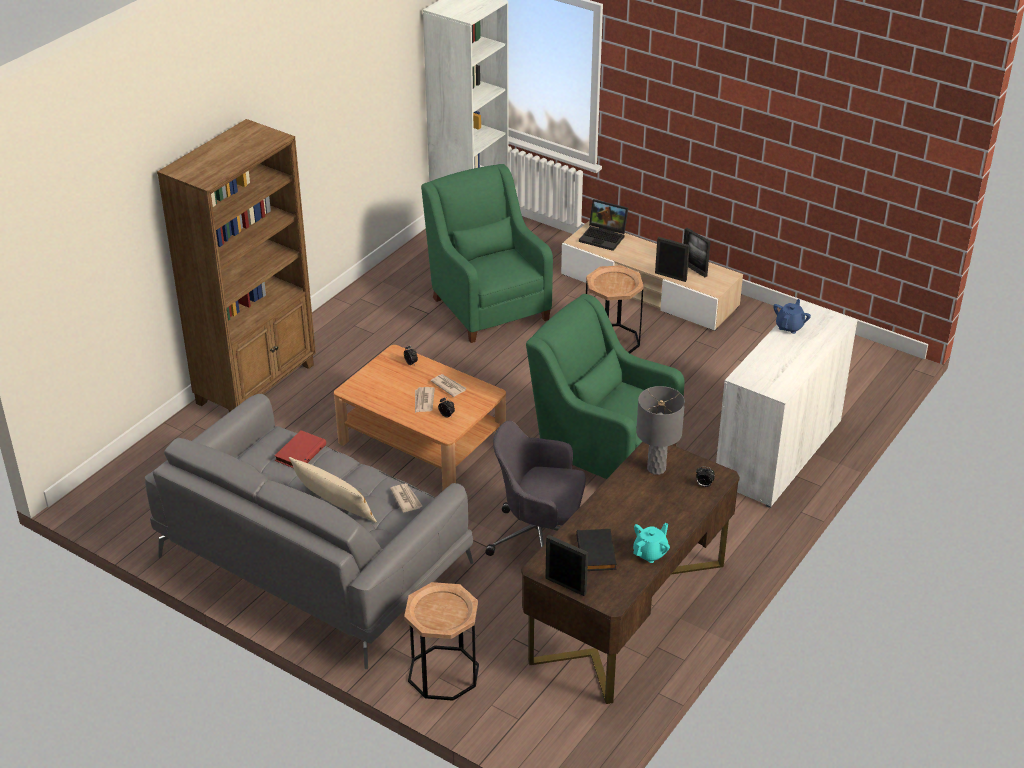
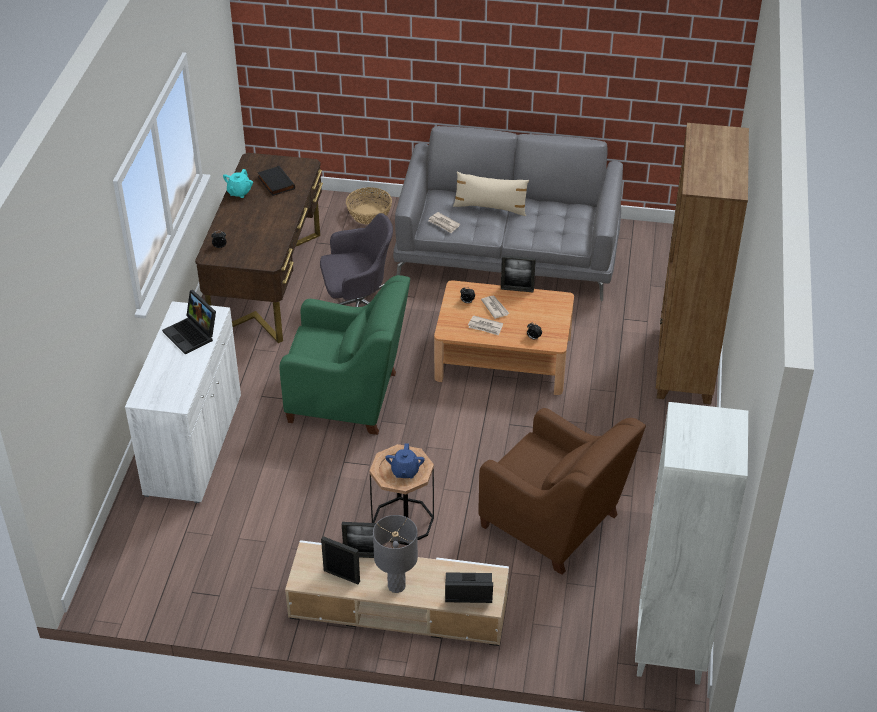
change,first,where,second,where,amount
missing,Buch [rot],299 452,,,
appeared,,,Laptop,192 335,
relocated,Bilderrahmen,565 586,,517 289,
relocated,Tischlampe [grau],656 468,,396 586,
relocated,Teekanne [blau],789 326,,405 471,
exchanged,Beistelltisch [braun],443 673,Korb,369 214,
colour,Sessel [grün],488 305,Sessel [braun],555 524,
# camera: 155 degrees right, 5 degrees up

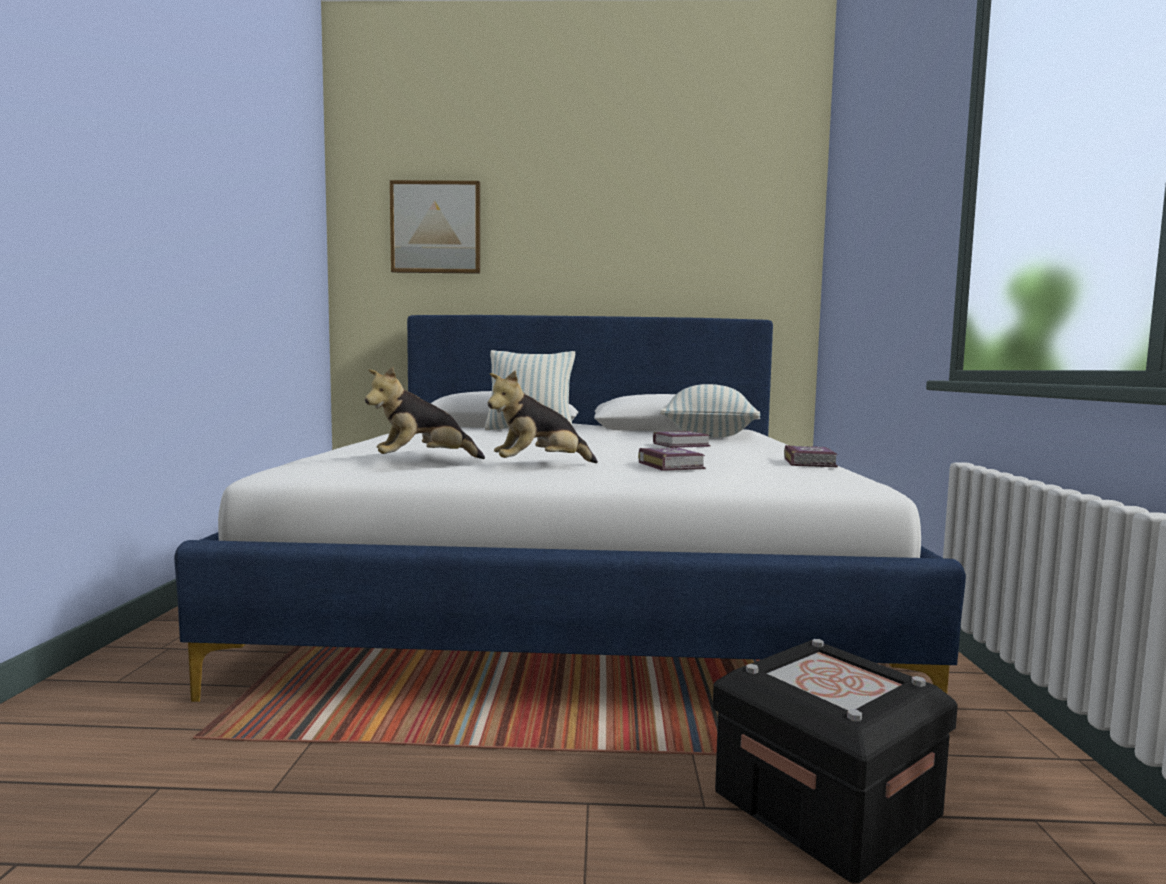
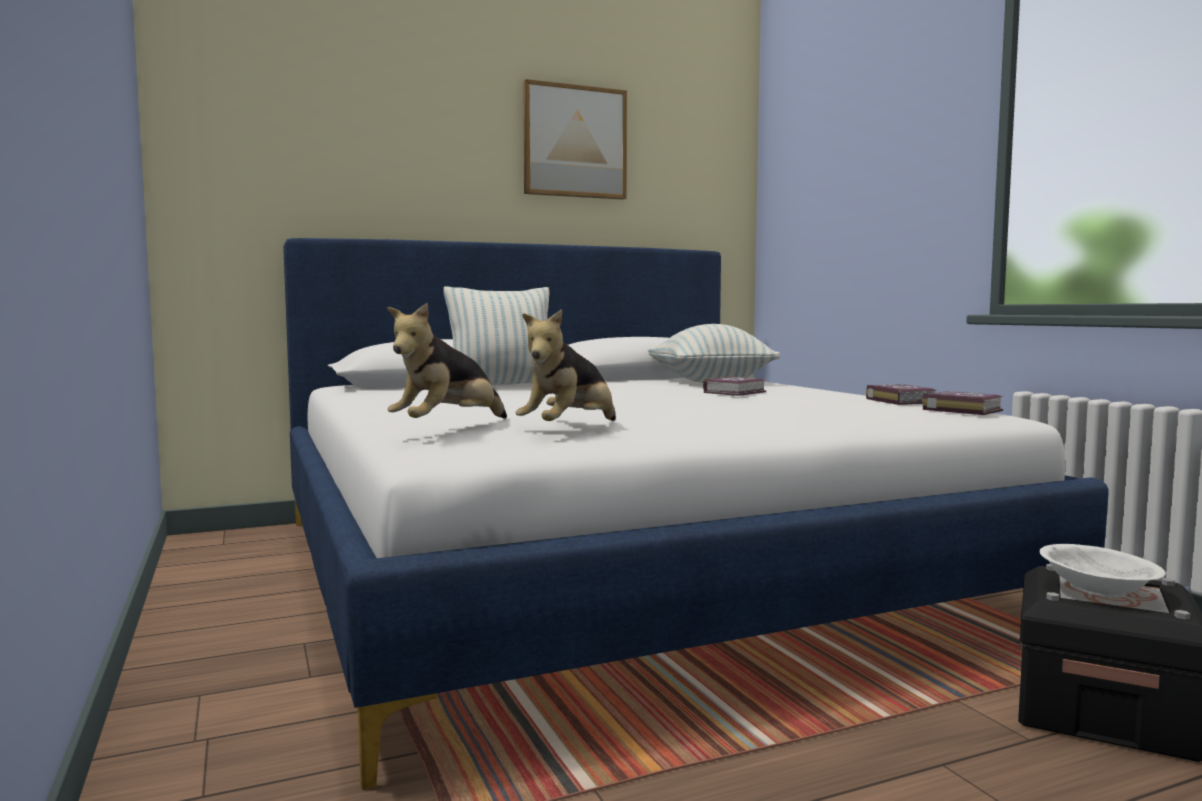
change,first,where,second,where,amount
appeared,,,Schüssel [weiß],1097 591,
relocated,Bild,436 228,,574 142,
relocated,Plüschtier,540 466,,448 427,
relocated,Buch,671 465,,961 410,
# camera: 25 degrees left, 0 degrees up

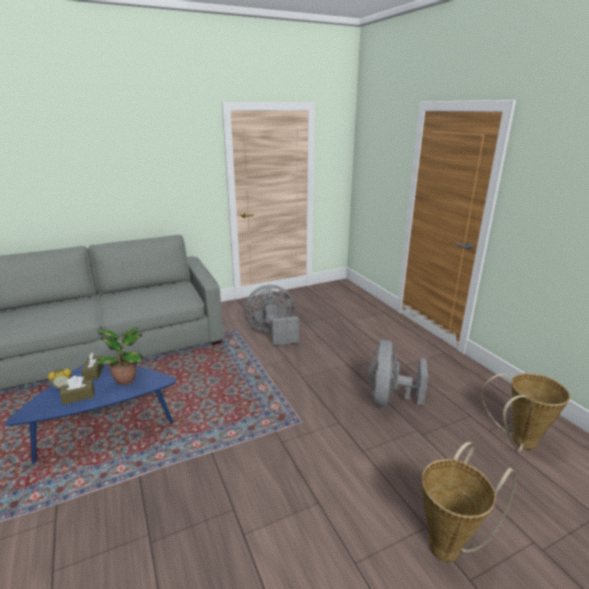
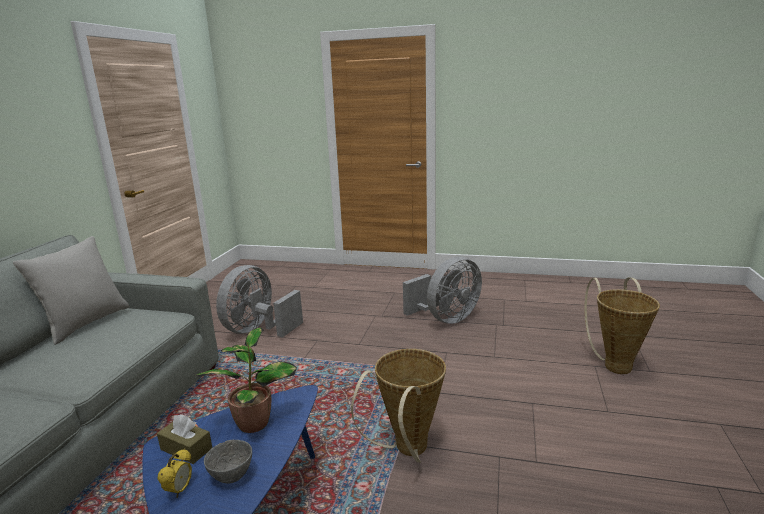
change,first,where,second,where,amount
appeared,,,Kissen [grau],86 323,
relocated,Korb,518 442,,407 451,
exchanged,Taschentuchbox [braun],79 396,Schüssel [grau],232 477,
spun,Ventilator [grau],388 399,,446 319,90 degrees counterclockwise
# camera: 50 degrees left, 5 degrees down

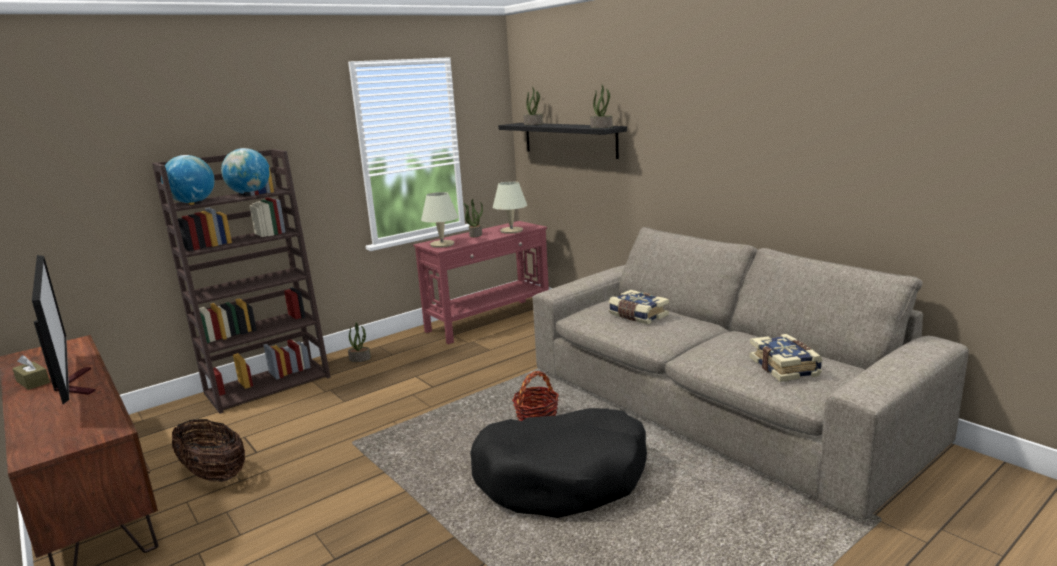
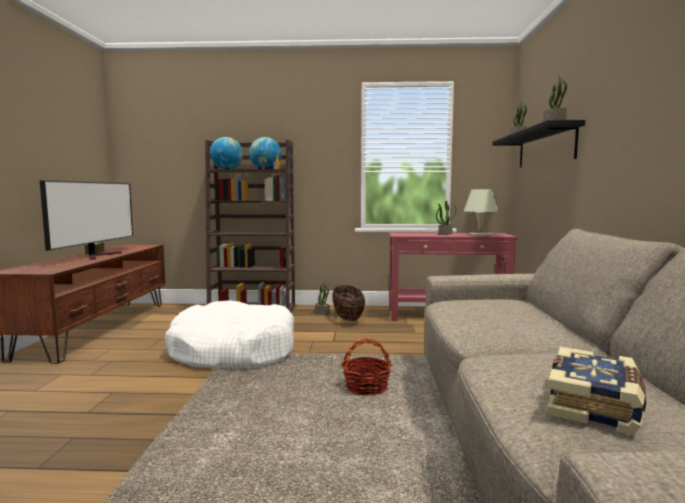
change,first,where,second,where,amount
missing,Tischlampe [beige],442 244,,,
missing,Hundebett [schwarz],562 477,,,
missing,Buch,637 316,,,
appeared,,,Hundebett [weiß],233 352,
relocated,Korb,214 474,,348 319,
# camera: 40 degrees right, 10 degrees down

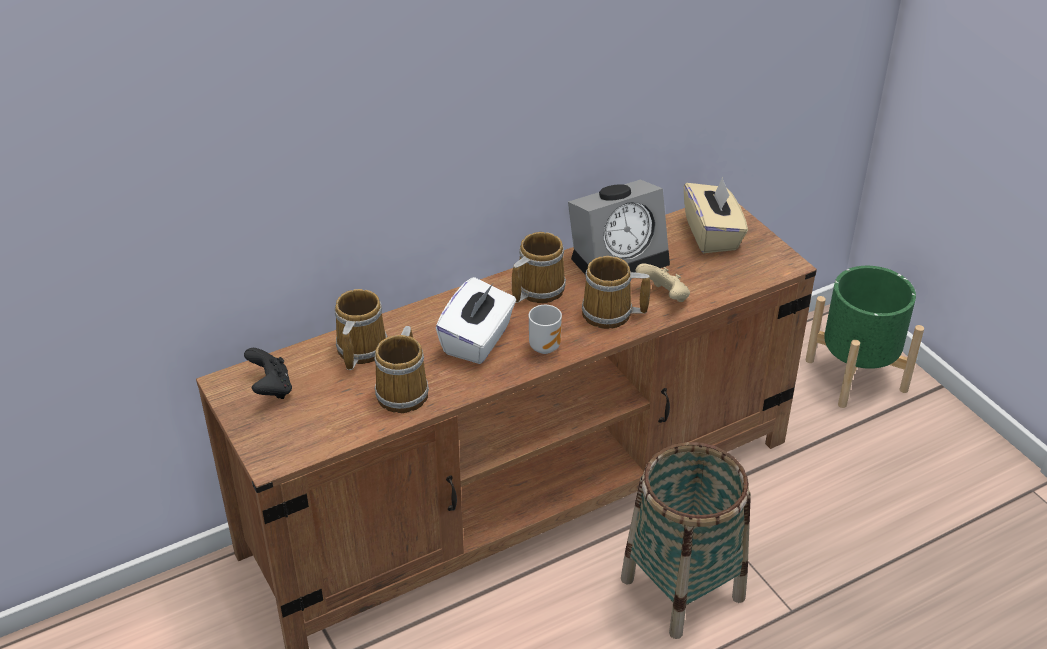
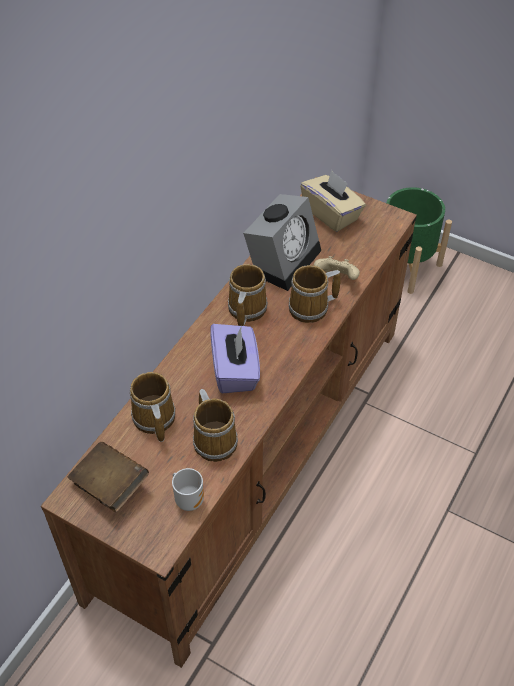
change,first,where,second,where,amount
missing,Korb,682 588,,,
relocated,Henkelbecher,545 346,,189 499,
exchanged,Gamepad [schwarz],271 389,Buch [braun],110 486,
colour,Taschentuchbox [weiß],478 340,Taschentuchbox [lila],235 371,
# camera: 30 degrees left, 10 degrees up

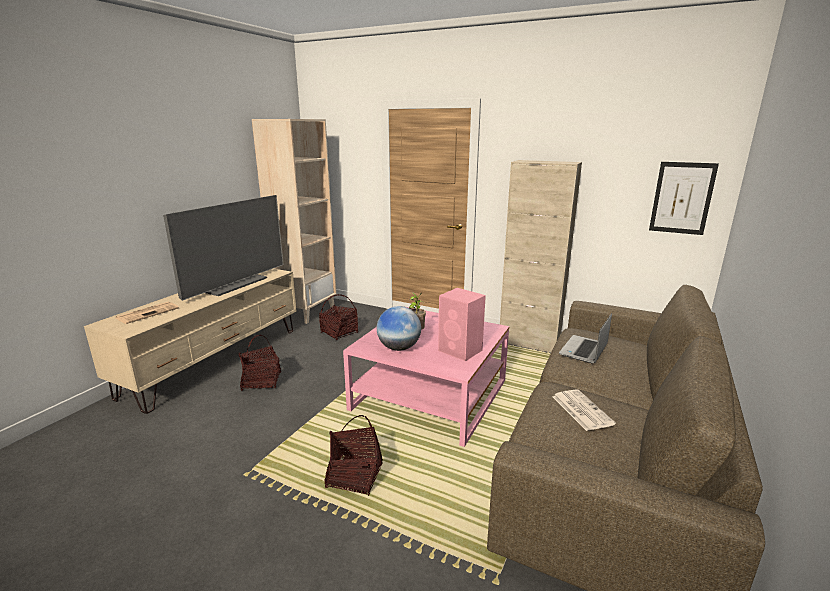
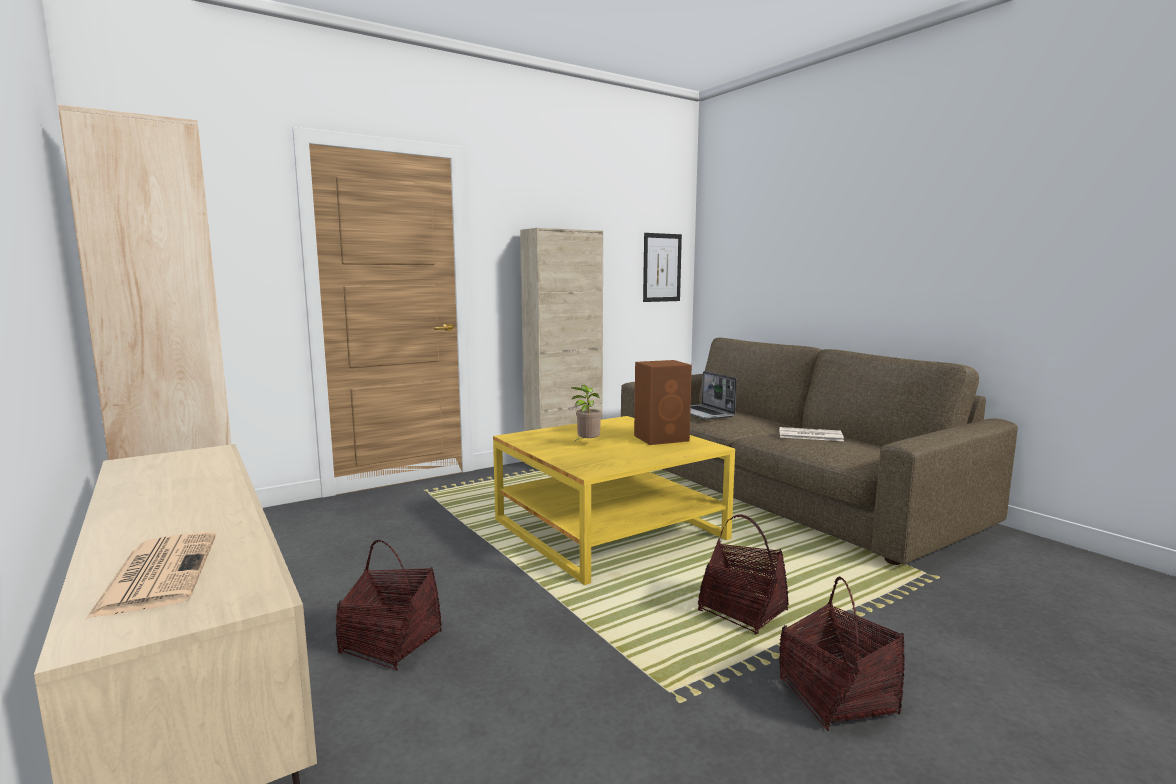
change,first,where,second,where,amount
missing,Fernseher,234 284,,,
missing,Globus,399 348,,,
relocated,Korb,339 332,,837 696,
colour,Couchtisch [rosa],430 395,Couchtisch [gelb],609 529,
colour,Lautsprecher [rosa],461 351,Lautsprecher [braun],662 438,
# camera: 60 degrees left, 10 degrees down

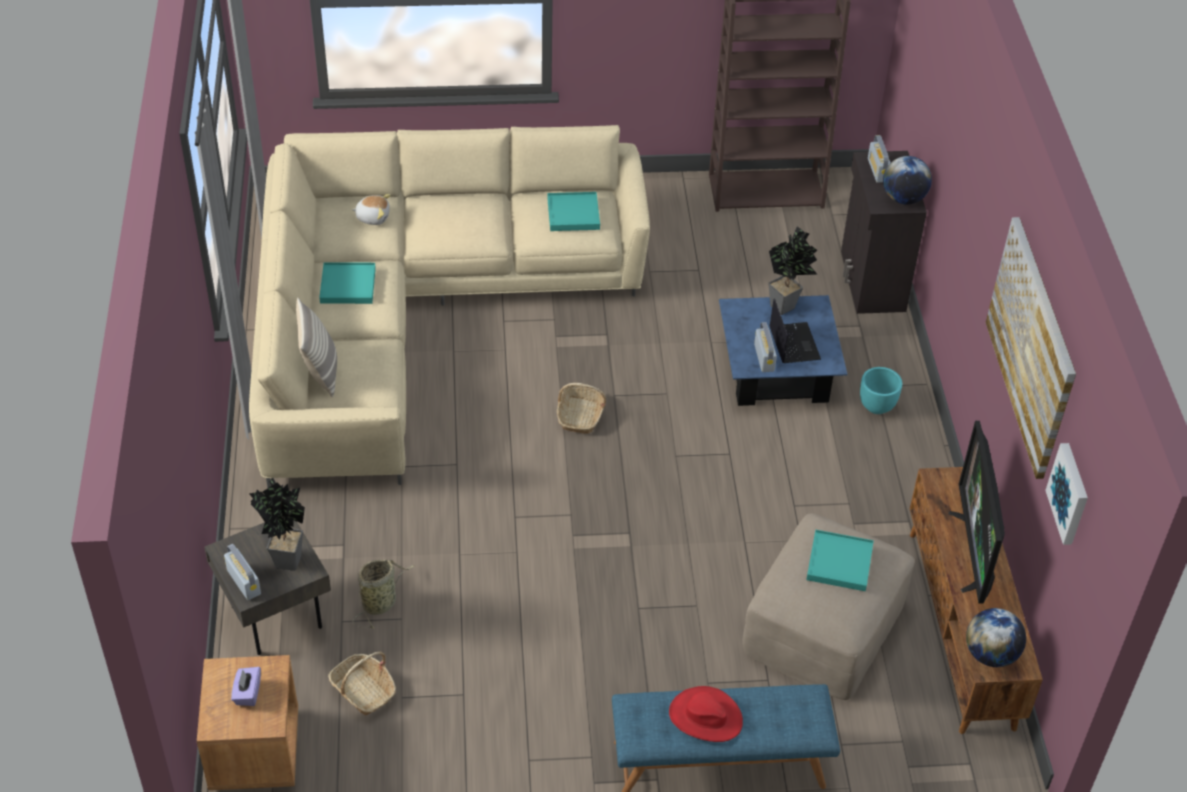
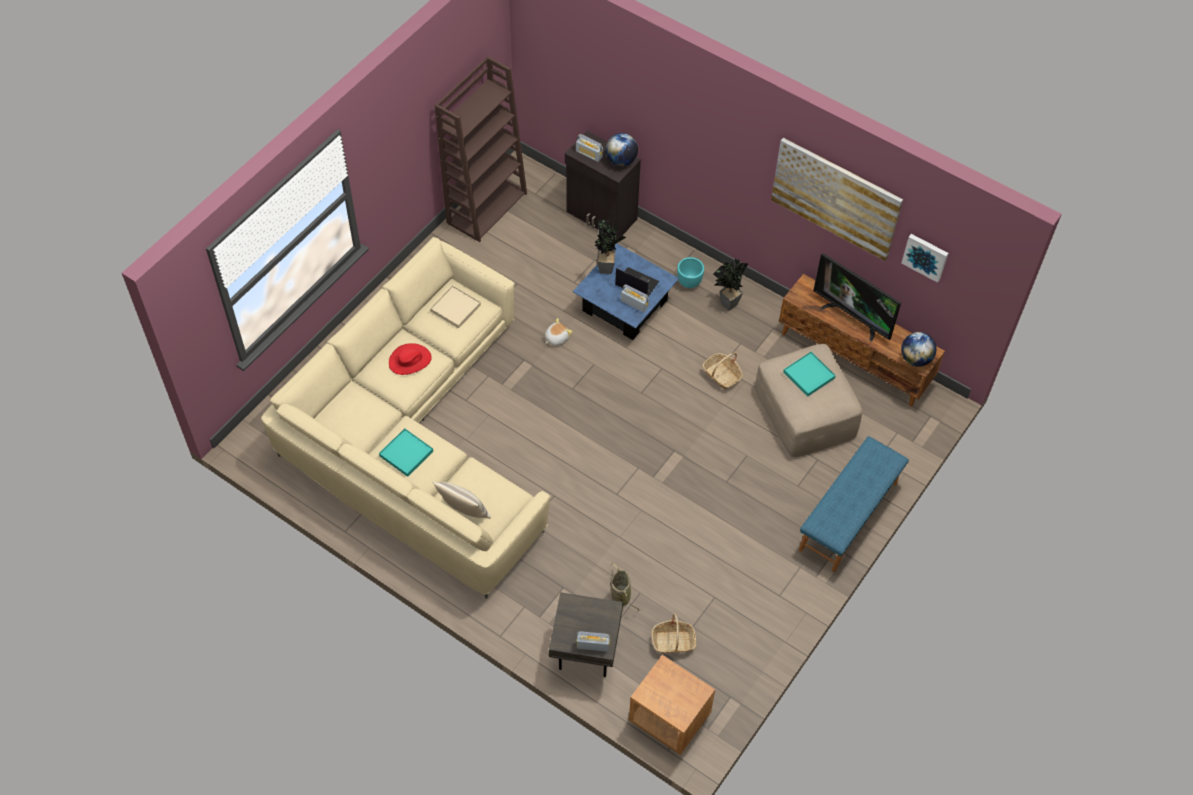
change,first,where,second,where,amount
missing,Taschentuchbox [lila],247 693,,,
relocated,Topfpflanze,284 558,,726 304,
relocated,Plüschtier,373 217,,556 338,
relocated,Korb,580 416,,722 375,
relocated,Hut [rot],705 717,,410 361,
colour,Tablett [türkis],573 214,Tablett [beige],455 308,
# camera: 50 degrees left, 10 degrees up

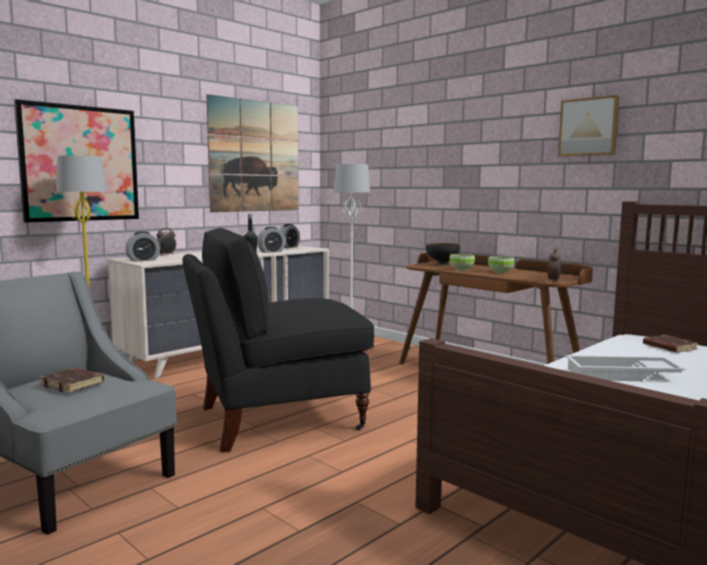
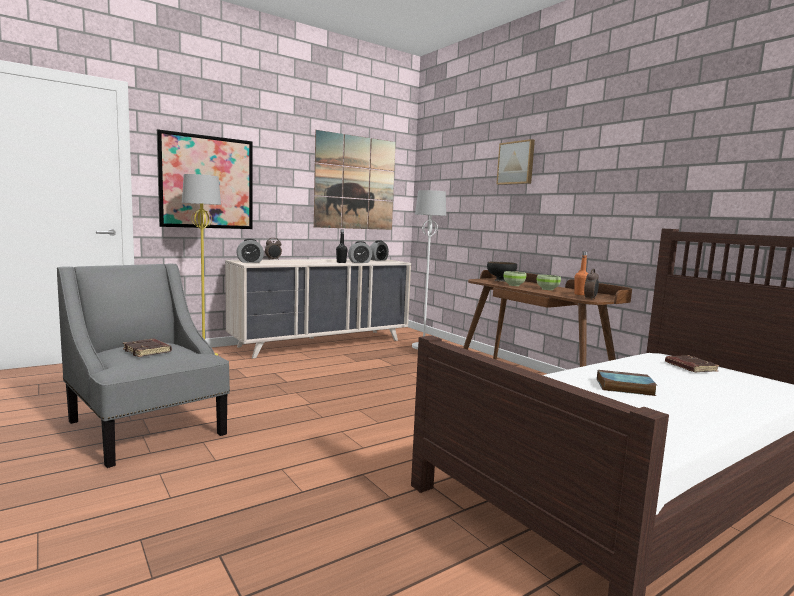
change,first,where,second,where,amount
missing,Stuhl [schwarz],277 418,,,
appeared,,,Flasche [orange],580 294,
relocated,Bild,589 127,,516 163,
exchanged,Tablett [weiß],621 375,Buch,623 387,
# camera: 10 degrees right, 0 degrees up

